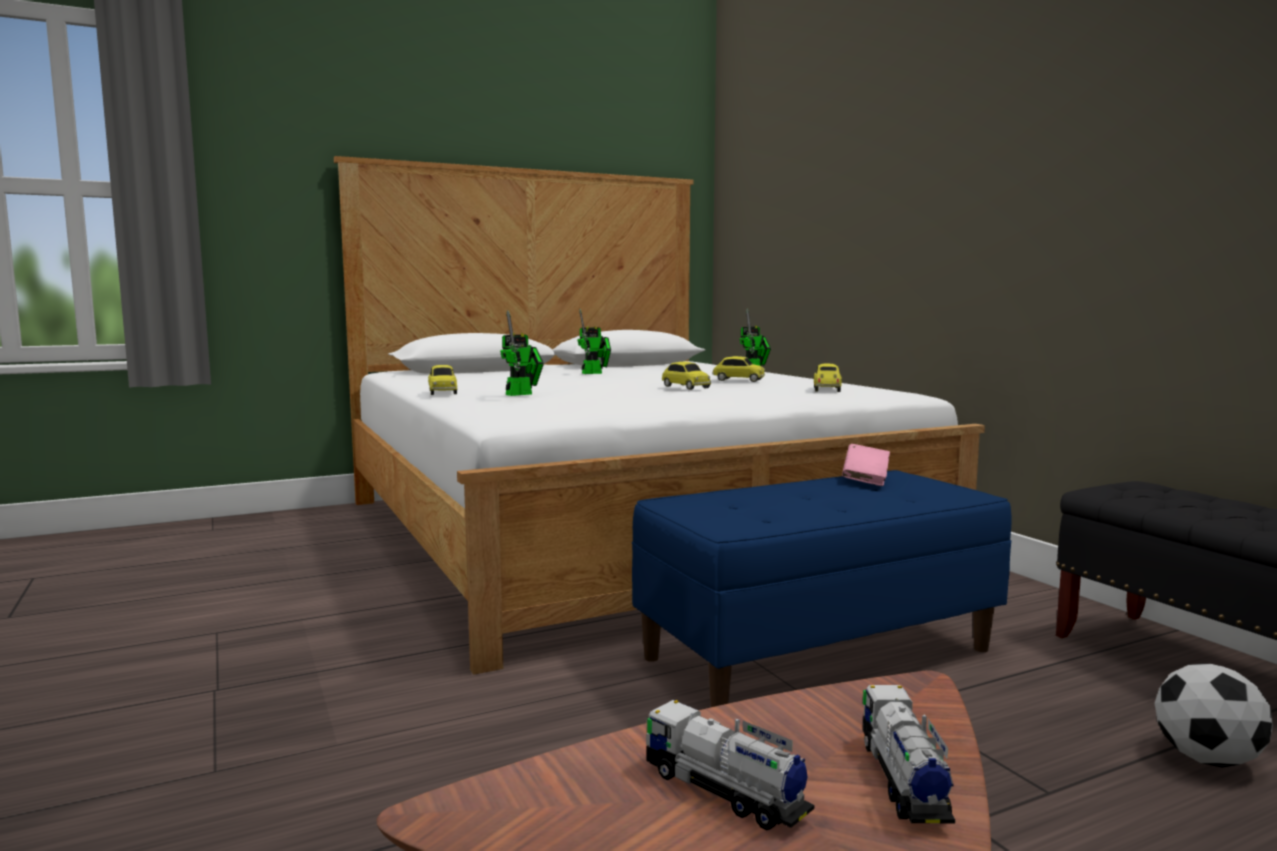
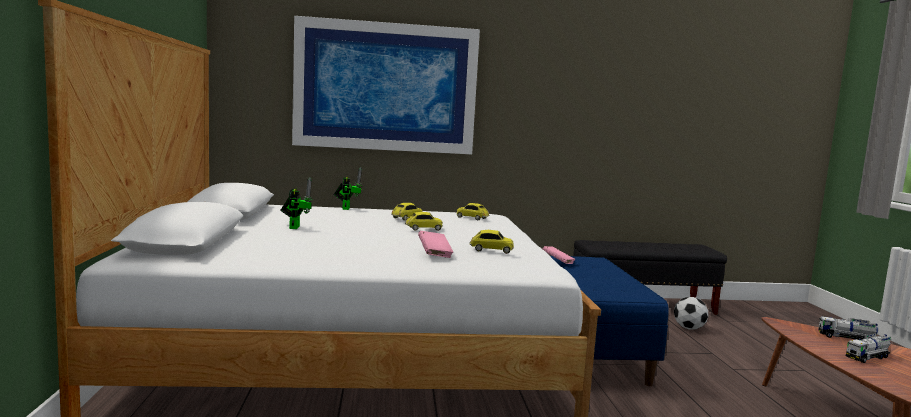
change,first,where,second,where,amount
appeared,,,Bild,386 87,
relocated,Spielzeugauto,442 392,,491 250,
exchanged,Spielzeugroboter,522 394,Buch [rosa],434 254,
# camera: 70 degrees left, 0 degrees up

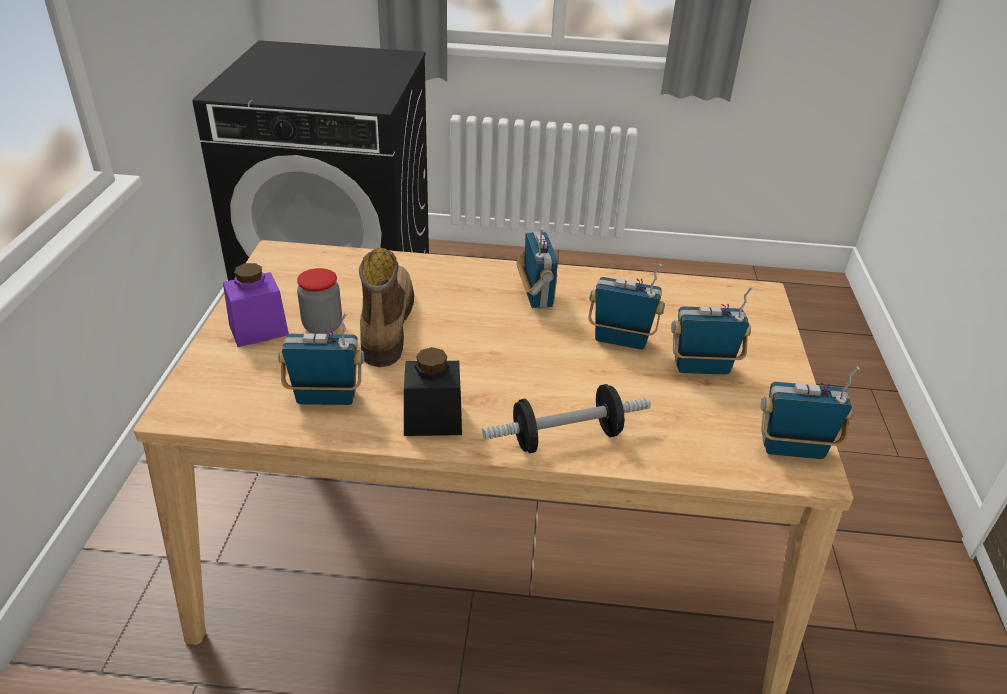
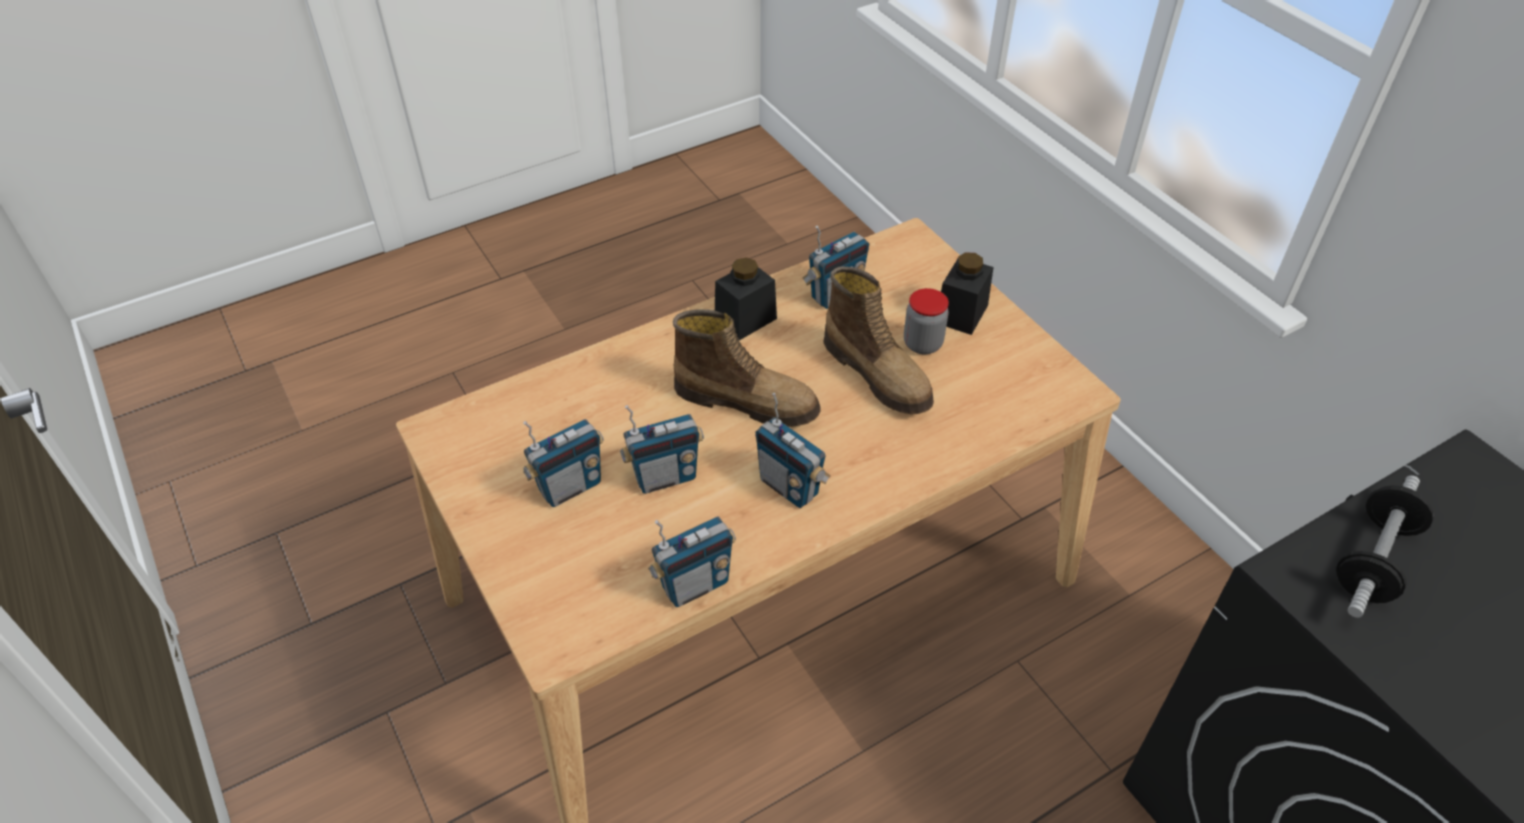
change,first,where,second,where,amount
appeared,,,Stiefel,747 401,
relocated,Hantel,565 437,,1373 561,
relocated,Radio,792 449,,694 585,
colour,Vorratsglas [lila],258 330,Vorratsglas [schwarz],961 314,
# camera: 145 degrees right, 10 degrees up

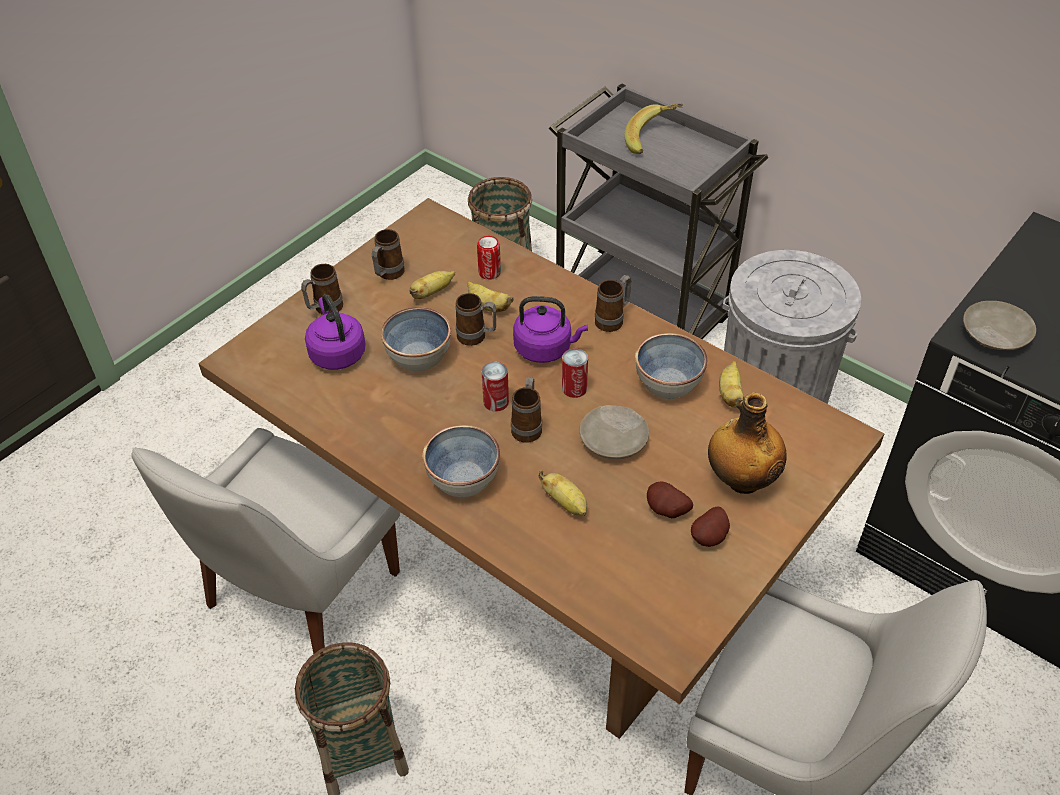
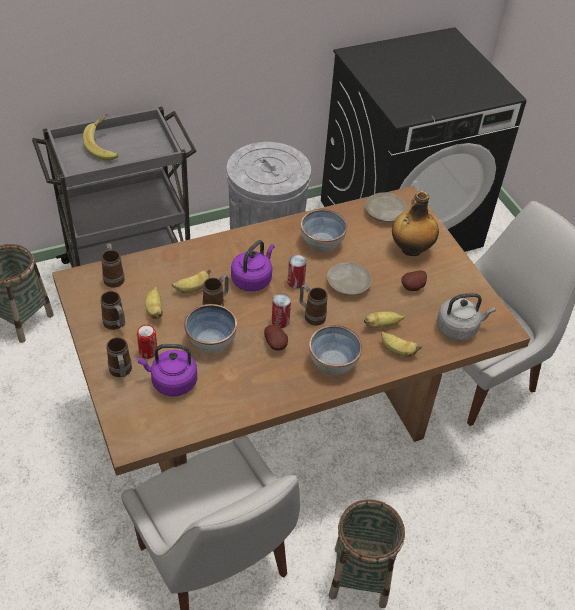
change,first,where,second,where,amount
appeared,,,Wasserkessel [grau],459 328,
relocated,Dose,489 273,,148 352,
relocated,Henkelbecher,613 320,,113 277,
relocated,Kartoffel,710 538,,276 344,
relocated,Banane,730 394,,397 351,
relocated,Teller [beige],994 334,,384 213,
# camera: 65 degrees left, 0 degrees up

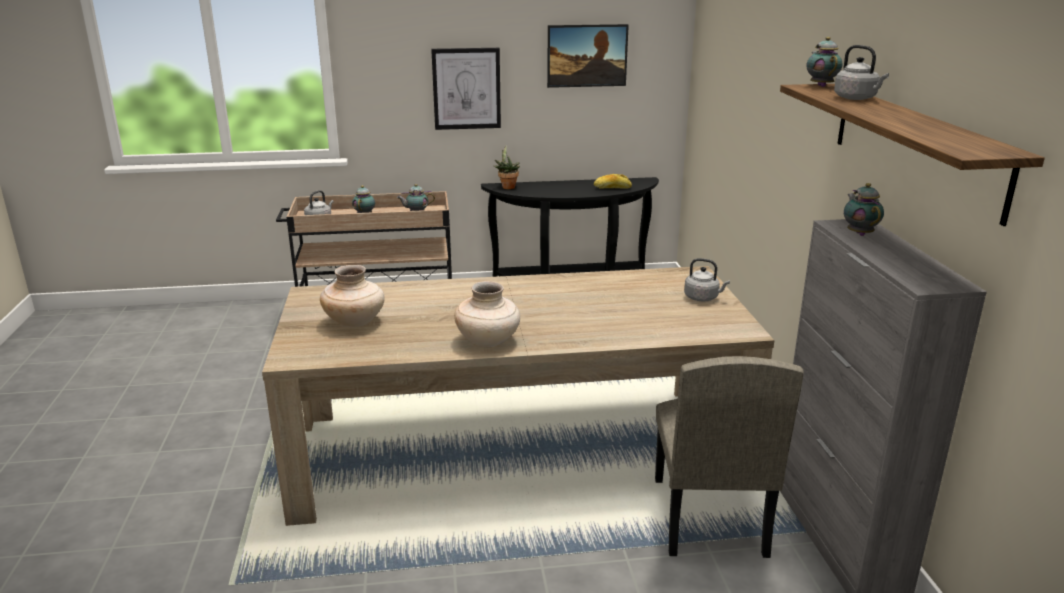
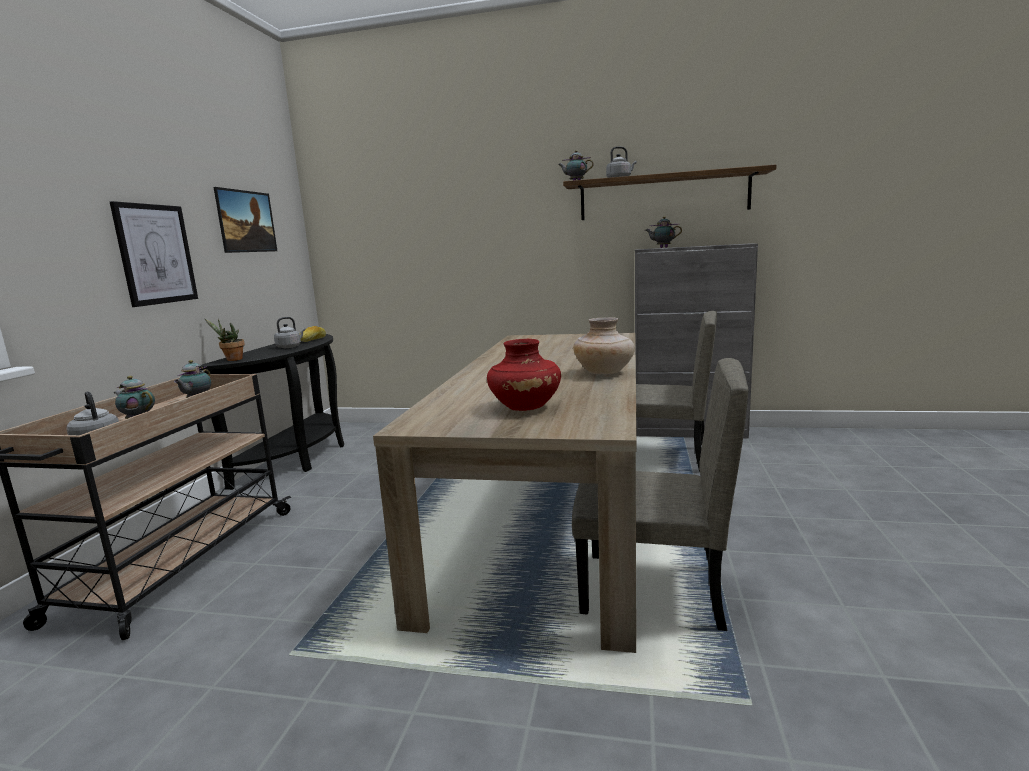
change,first,where,second,where,amount
appeared,,,Stuhl [beige],652 590,
relocated,Wasserkessel [grau],703 298,,290 347,
colour,Vase [beige],355 322,Vase [rot],525 407,
# camera: 70 degrees left, 10 degrees down

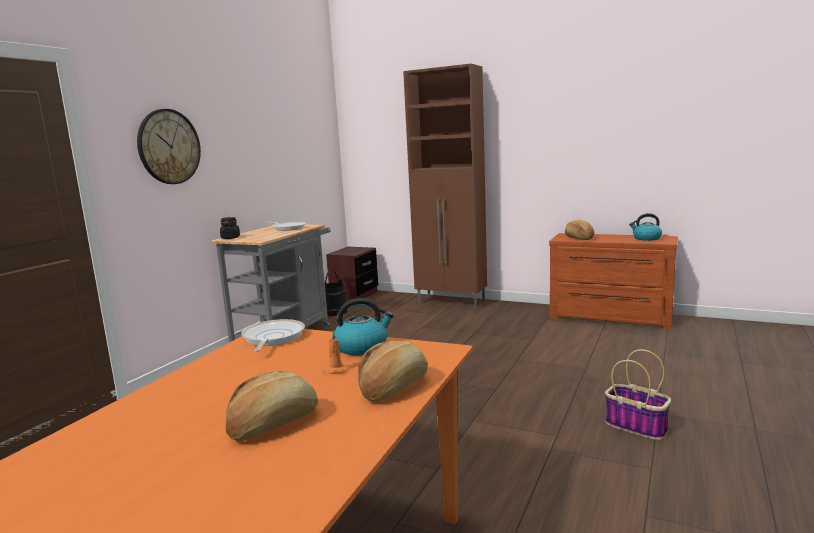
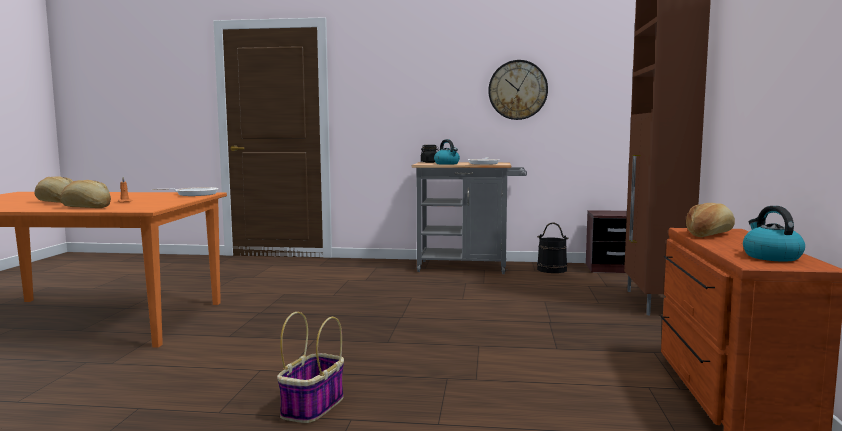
change,first,where,second,where,amount
relocated,Wanduhr,169 147,,517 90,
relocated,Wasserkessel,362 347,,447 164,
# camera: 70 degrees right, 5 degrees down

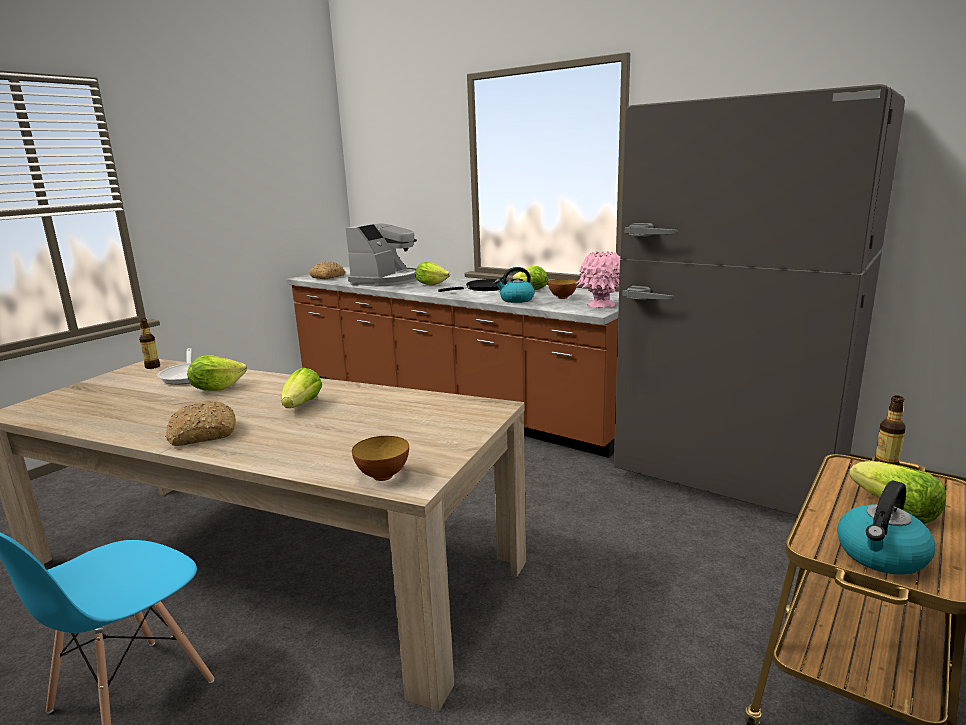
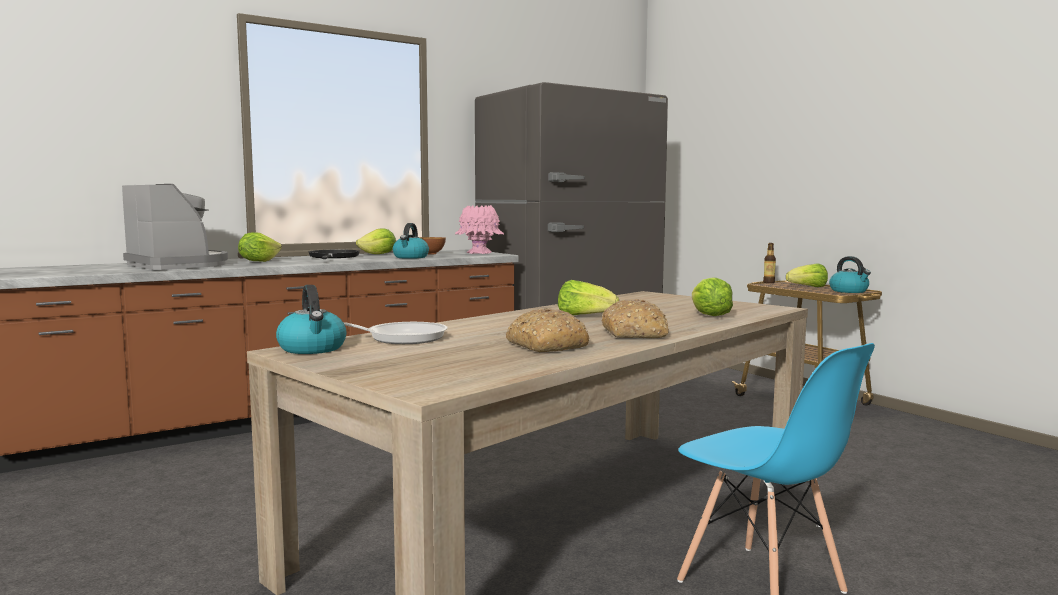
change,first,where,second,where,amount
missing,Schüssel,383 476,,,
relocated,Salatkopf,216 388,,709 316,
relocated,Brot,328 277,,545 346,
exchanged,Flasche,152 367,Wasserkessel,313 349,
# camera: 70 degrees left, 10 degrees down

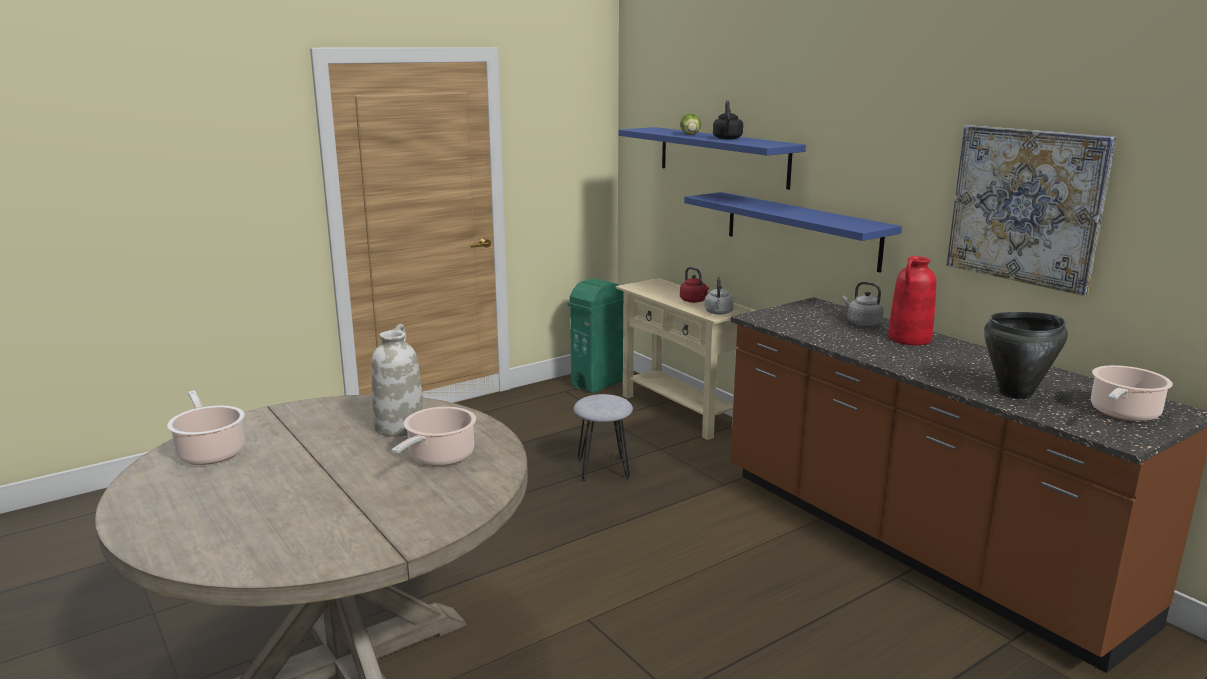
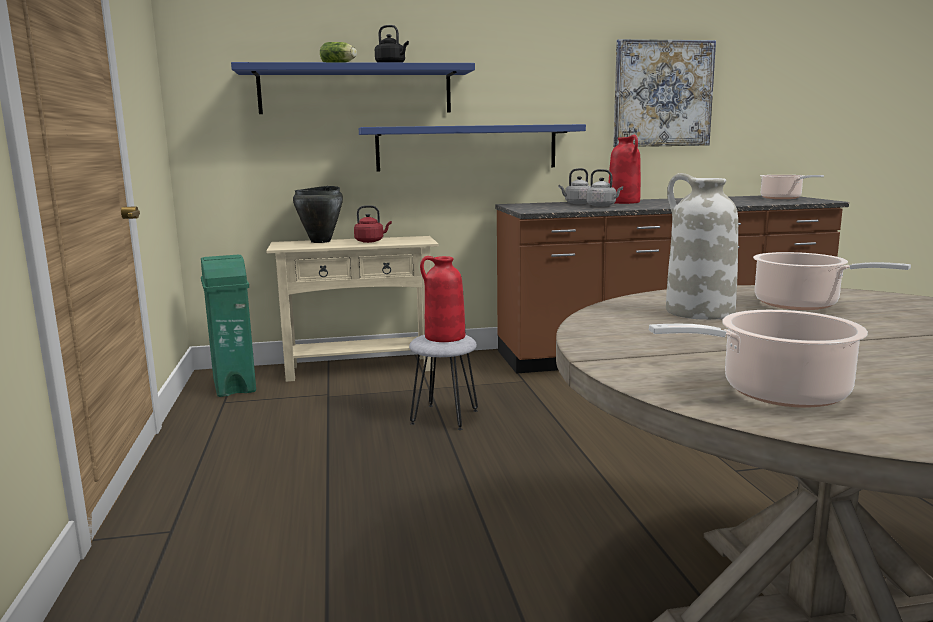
change,first,where,second,where,amount
appeared,,,Vase [rot],444 337,
relocated,Wasserkessel [grau],718 313,,602 206,
relocated,Kochtopf [schwarz],1016 394,,321 241,
# camera: 65 degrees left, 5 degrees down

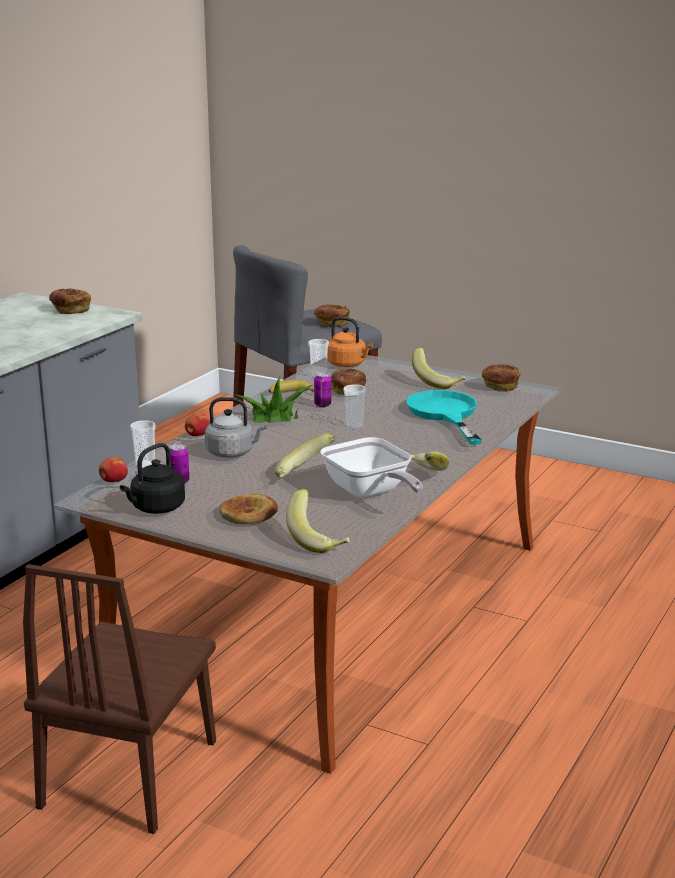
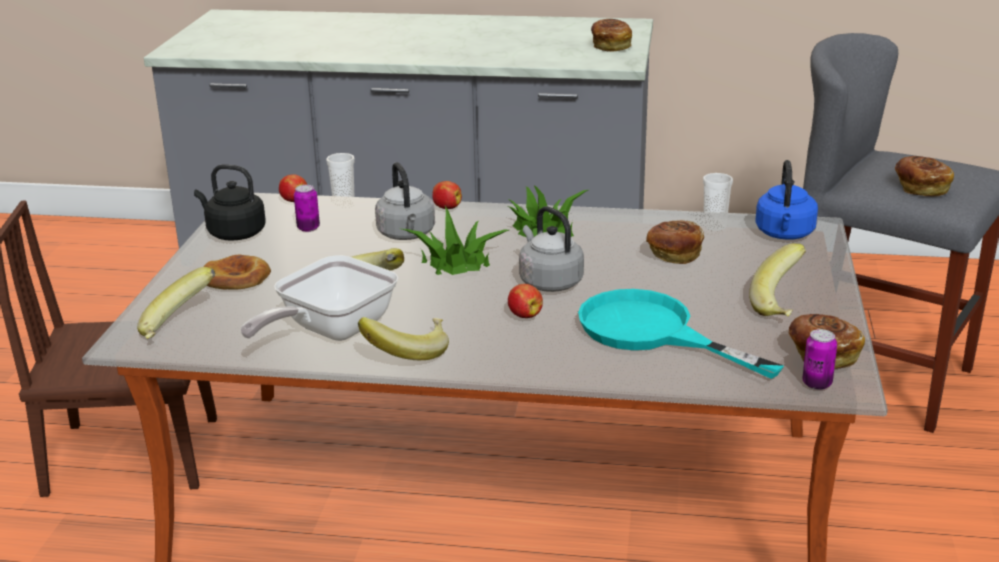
change,first,where,second,where,amount
missing,Banane,290 393,,,
appeared,,,Topfpflanze,456 261,
appeared,,,Apfel,524 315,
relocated,Dose,322 405,,817 384,
exchanged,Tasse,354 426,Wasserkessel [grau],548 281,
colour,Wasserkessel [orange],348 364,Wasserkessel [blau],784 234,
spun,Pfanne [türkis],445 414,,652 332,105 degrees counterclockwise
# camera: 70 degrees right, 5 degrees up

